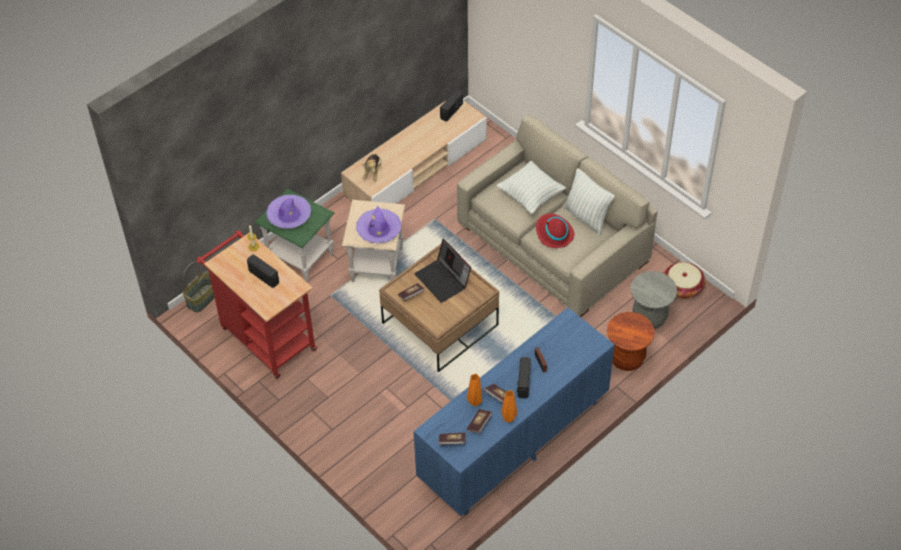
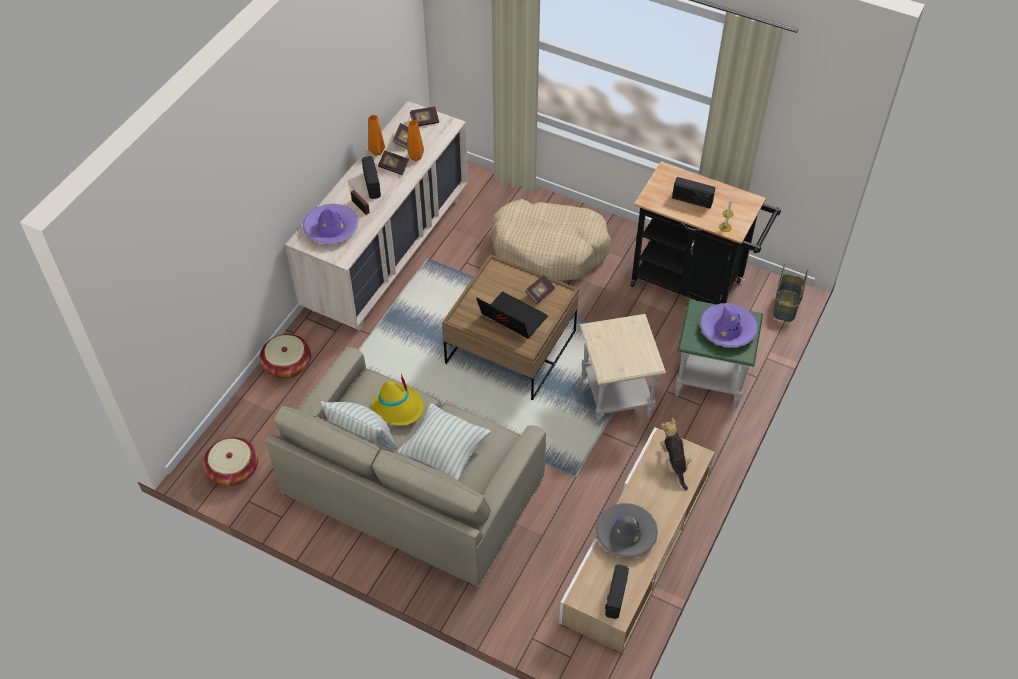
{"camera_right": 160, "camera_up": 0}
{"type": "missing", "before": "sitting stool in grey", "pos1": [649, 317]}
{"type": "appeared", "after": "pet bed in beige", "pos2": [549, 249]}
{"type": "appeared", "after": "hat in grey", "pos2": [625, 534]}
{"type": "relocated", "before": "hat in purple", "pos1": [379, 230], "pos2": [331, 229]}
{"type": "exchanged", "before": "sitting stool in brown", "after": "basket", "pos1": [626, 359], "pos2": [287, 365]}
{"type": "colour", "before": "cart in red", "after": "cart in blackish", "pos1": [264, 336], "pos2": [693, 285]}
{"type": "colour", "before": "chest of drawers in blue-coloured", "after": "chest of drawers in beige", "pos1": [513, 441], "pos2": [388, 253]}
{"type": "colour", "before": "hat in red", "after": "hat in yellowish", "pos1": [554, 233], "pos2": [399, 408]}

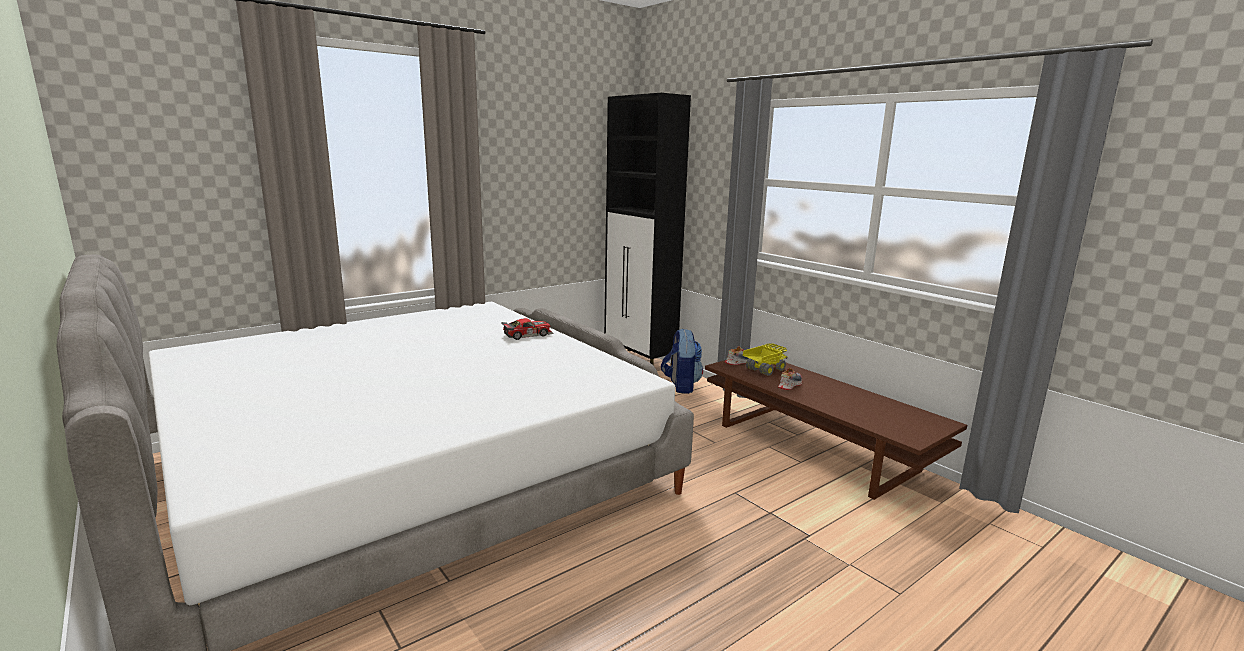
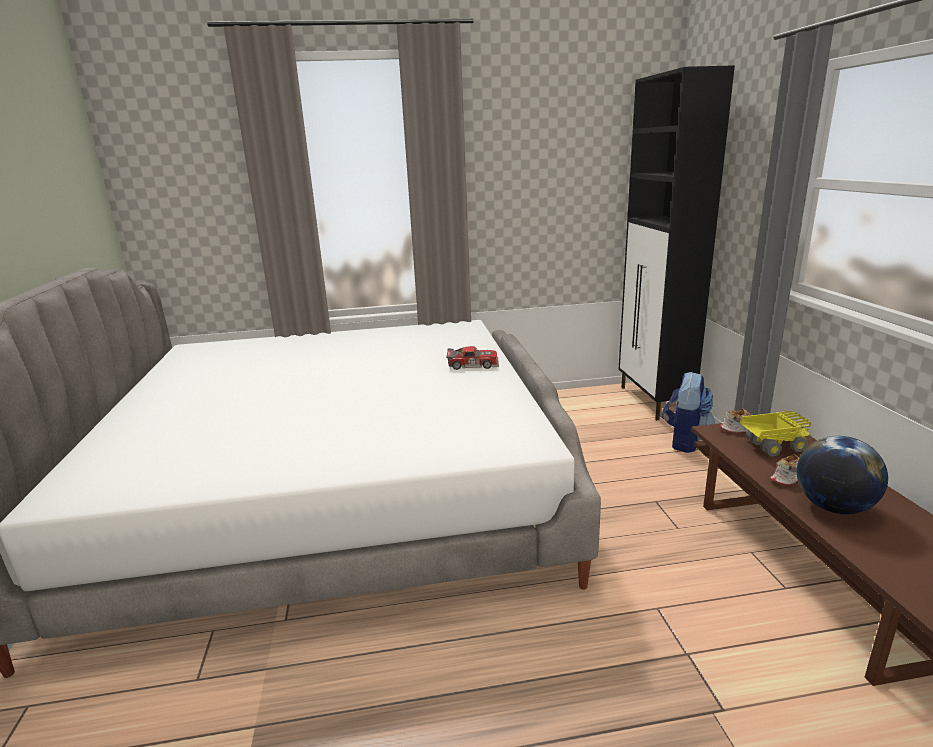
{"camera_right": 30, "camera_up": 5}
{"type": "appeared", "after": "world globe", "pos2": [833, 507]}

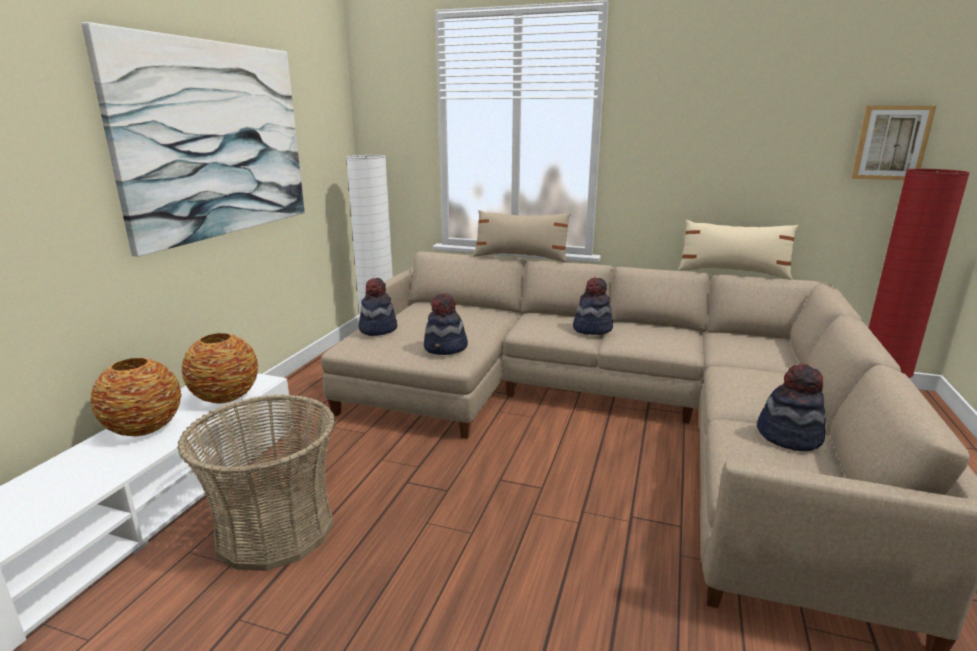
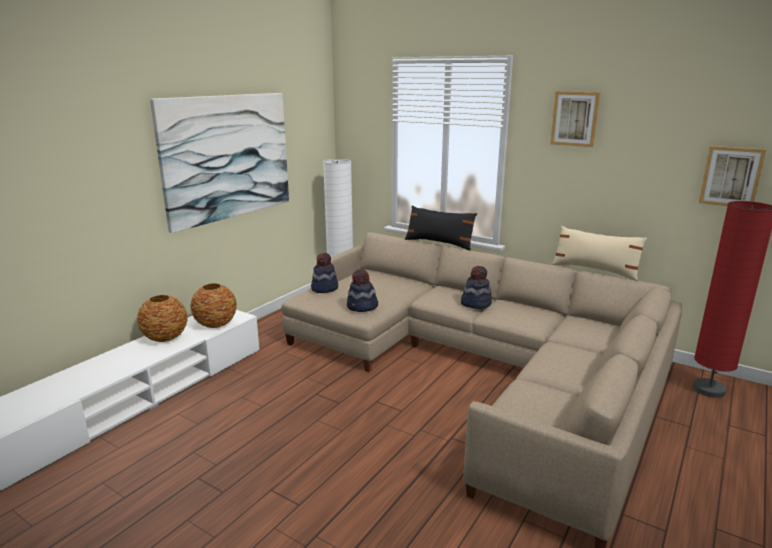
{"camera_right": 15, "camera_up": 0}
{"type": "missing", "before": "basket", "pos1": [275, 530]}
{"type": "missing", "before": "hat", "pos1": [789, 436]}
{"type": "appeared", "after": "picture", "pos2": [575, 119]}
{"type": "colour", "before": "throw pillow in beige", "after": "throw pillow in blackish", "pos1": [520, 257], "pos2": [439, 243]}

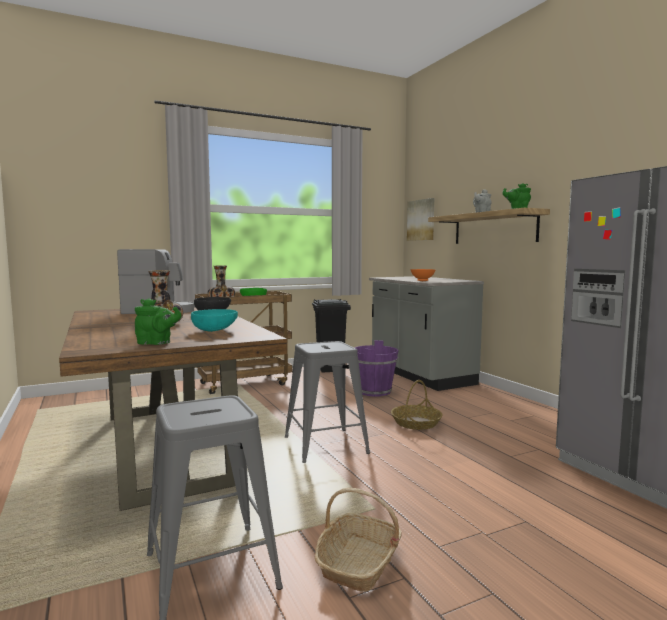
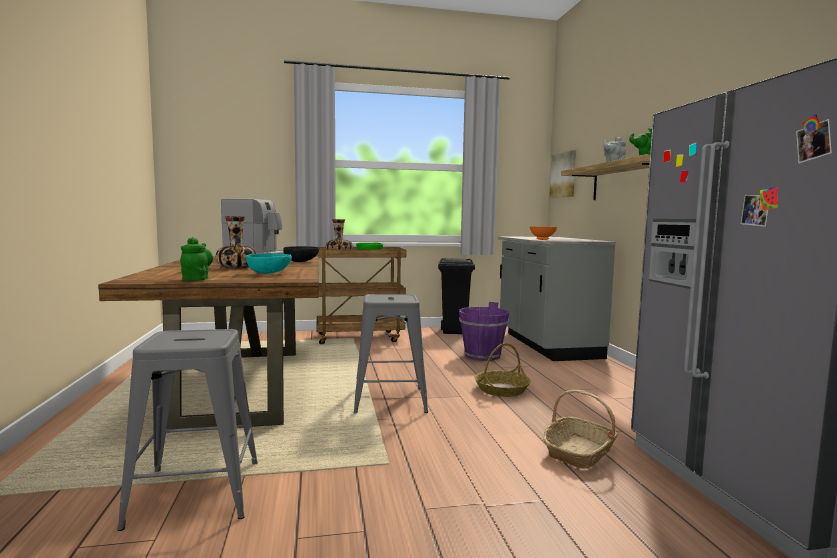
{"camera_right": 15, "camera_up": 0}
{"type": "relocated", "before": "basket", "pos1": [359, 563], "pos2": [579, 452]}
{"type": "spun", "before": "teapot in green-coloured", "pos1": [156, 343], "pos2": [196, 279], "turn": -120}

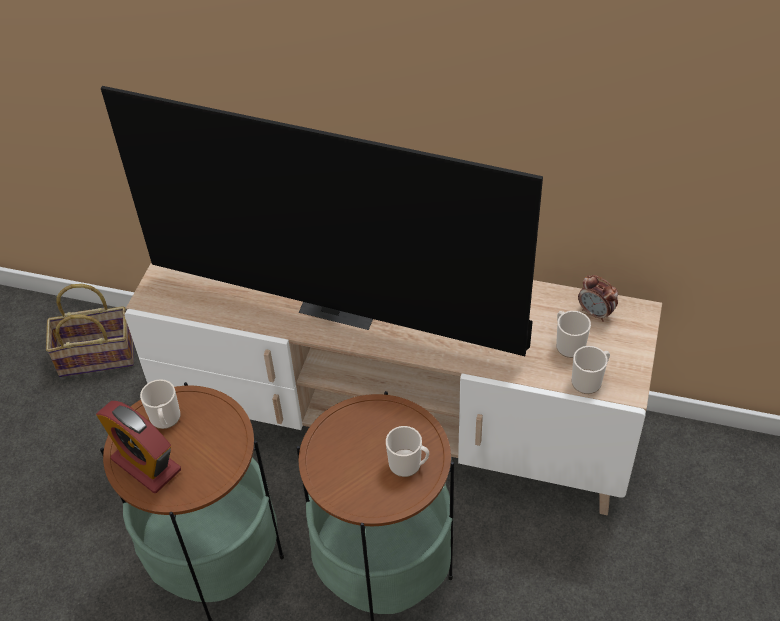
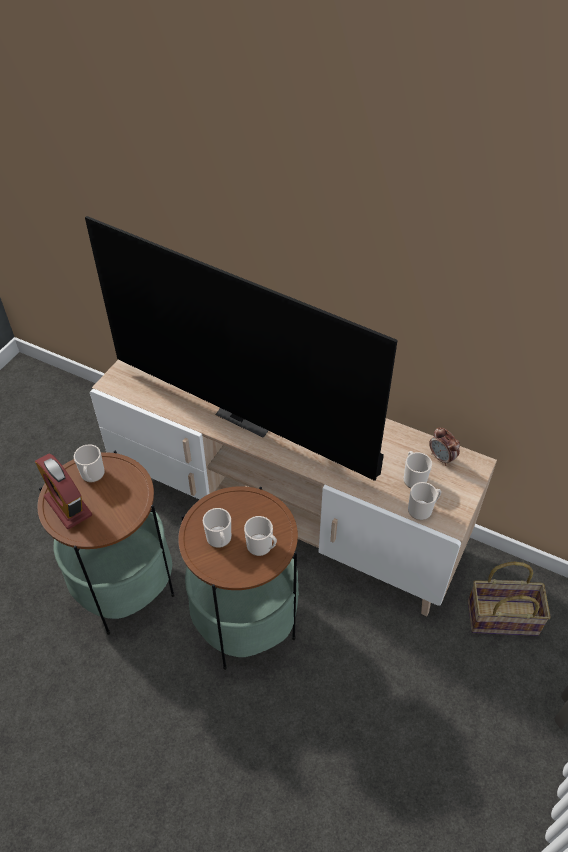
{"camera_right": 10, "camera_up": 0}
{"type": "appeared", "after": "tea mug", "pos2": [219, 540]}
{"type": "relocated", "before": "basket", "pos1": [98, 355], "pos2": [504, 616]}

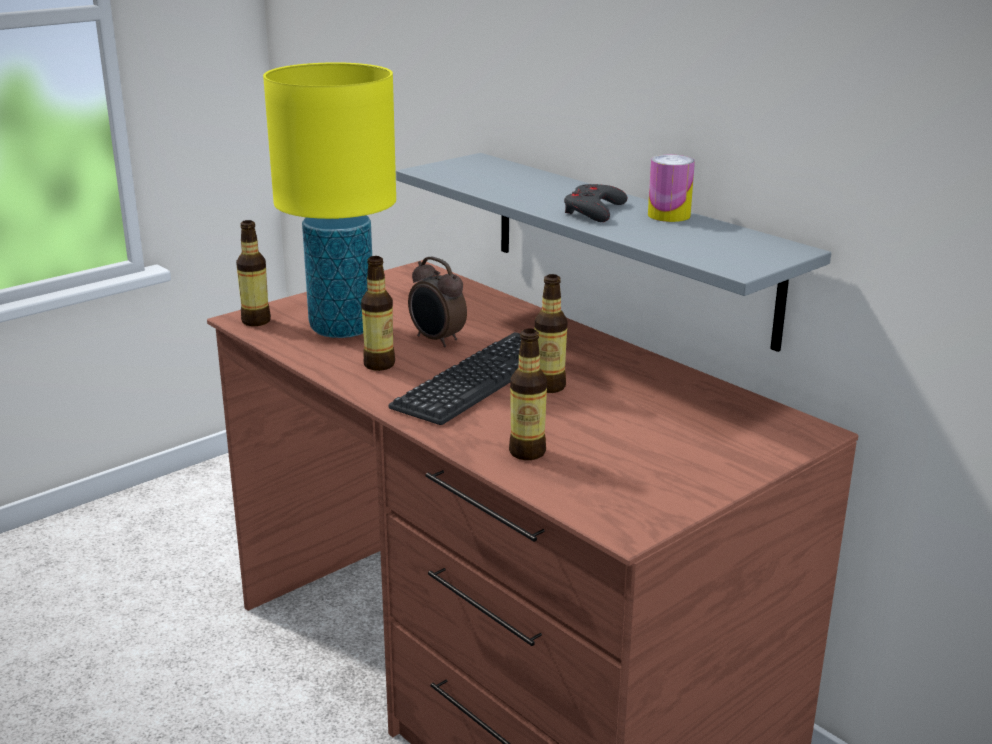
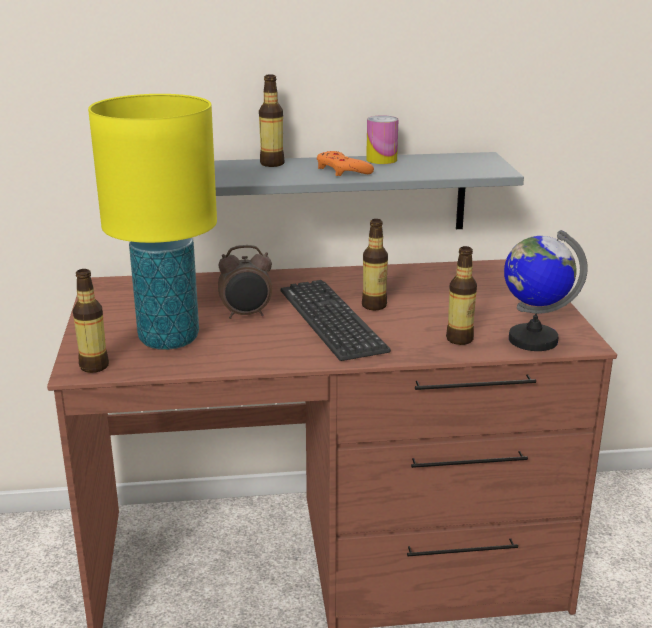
{"camera_right": -55, "camera_up": 0}
{"type": "appeared", "after": "world globe", "pos2": [532, 340]}
{"type": "relocated", "before": "bottle", "pos1": [379, 364], "pos2": [272, 164]}
{"type": "colour", "before": "game controller in grey", "after": "game controller in orange", "pos1": [594, 210], "pos2": [342, 170]}

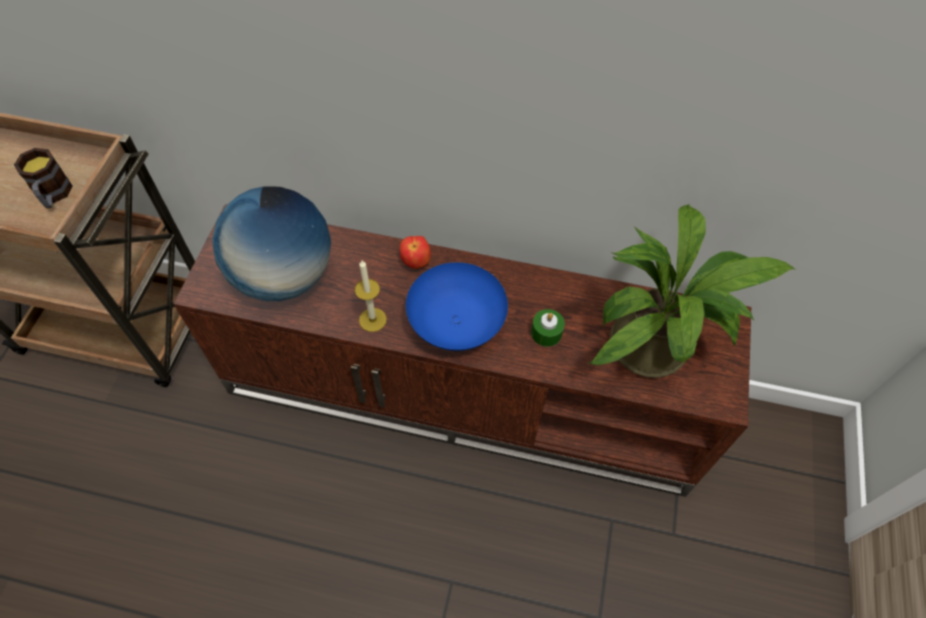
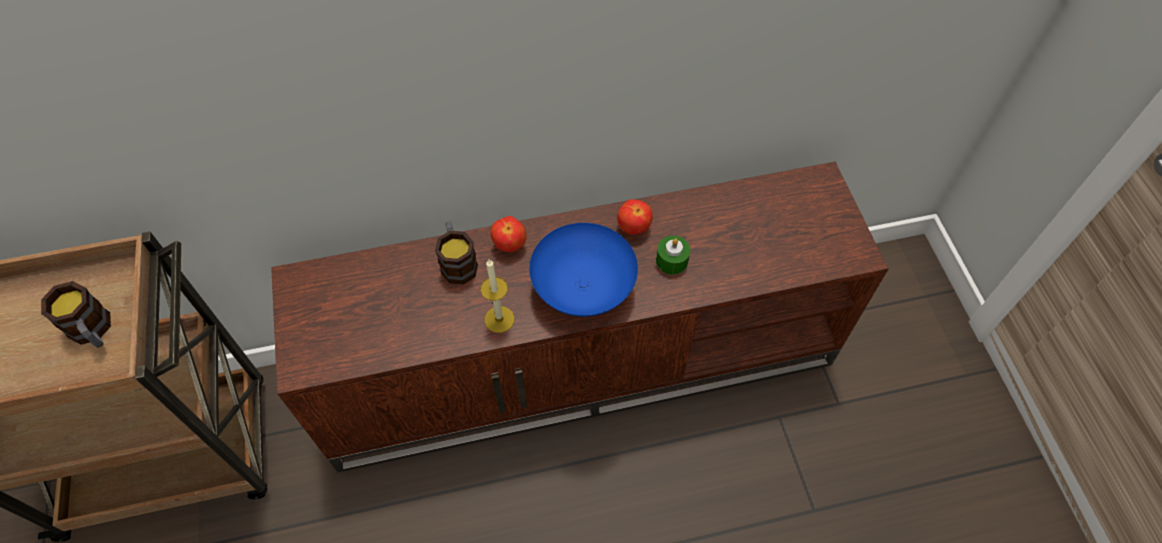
{"camera_right": -25, "camera_up": 0}
{"type": "missing", "before": "world globe", "pos1": [284, 276]}
{"type": "missing", "before": "houseplant", "pos1": [658, 347]}
{"type": "appeared", "after": "tea mug", "pos2": [457, 262]}
{"type": "appeared", "after": "whole apple", "pos2": [634, 228]}

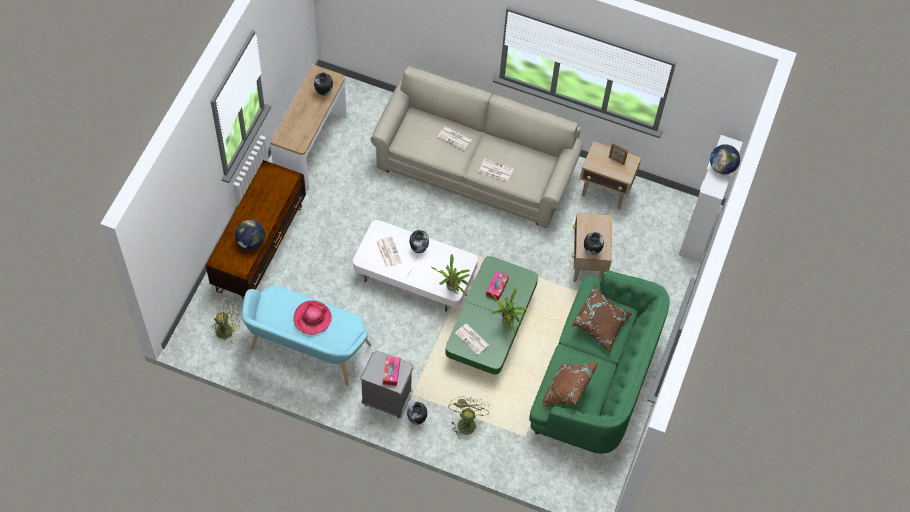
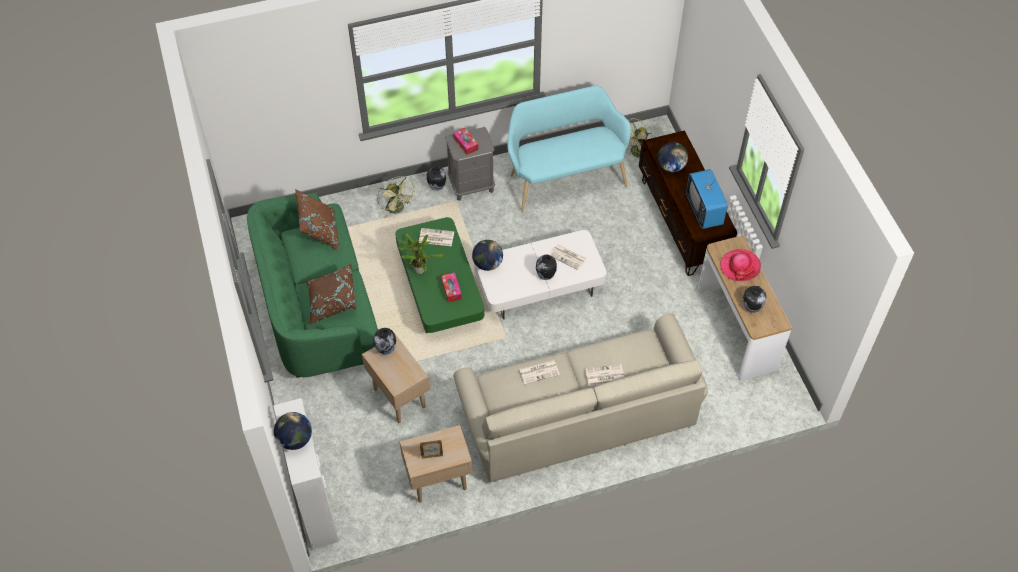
{"camera_right": 145, "camera_up": -5}
{"type": "appeared", "after": "TV set", "pos2": [704, 211]}
{"type": "relocated", "before": "hat", "pos1": [312, 318], "pos2": [740, 266]}
{"type": "exchanged", "before": "houseplant", "after": "world globe", "pos1": [452, 289], "pos2": [487, 264]}

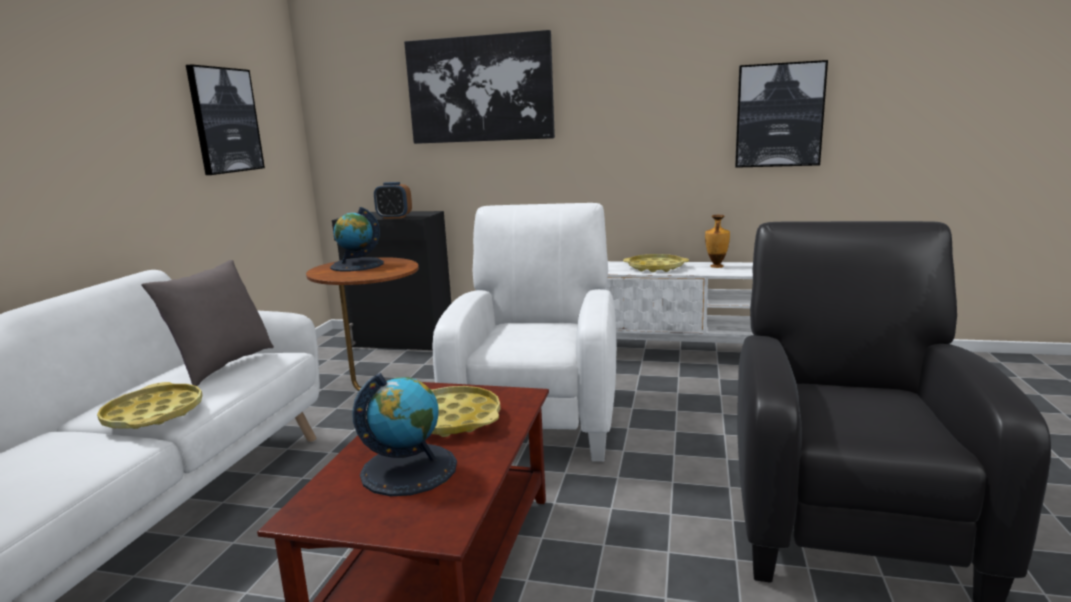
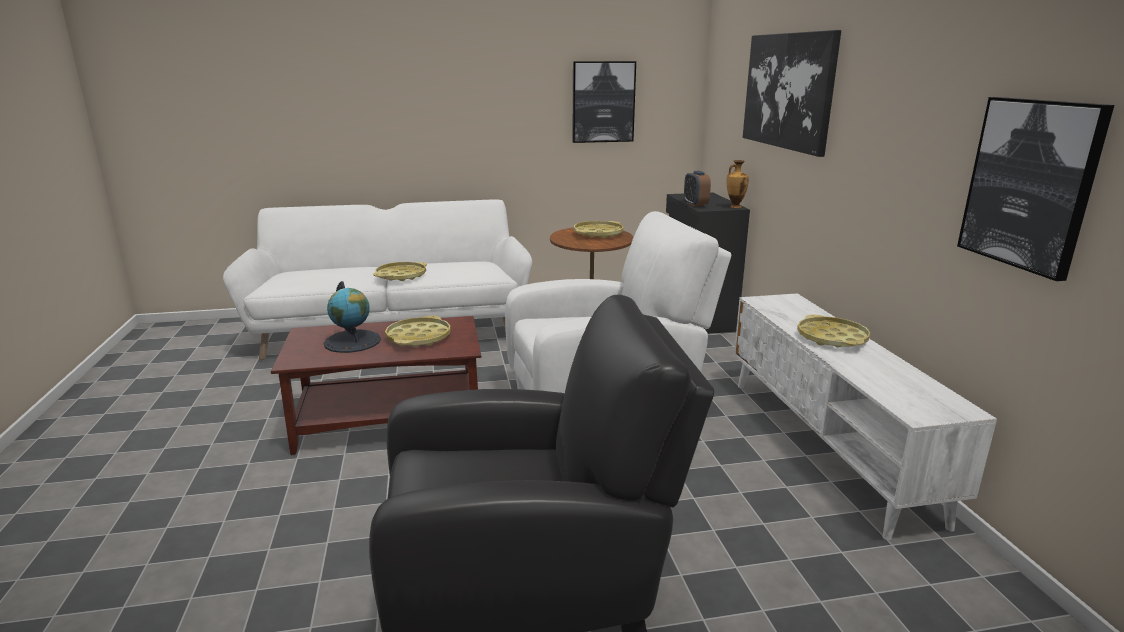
{"camera_right": 65, "camera_up": 5}
{"type": "missing", "before": "throw pillow in grey", "pos1": [222, 366]}
{"type": "relocated", "before": "vase", "pos1": [716, 266], "pos2": [735, 207]}
{"type": "exchanged", "before": "world globe", "after": "tray in yellowish", "pos1": [357, 265], "pos2": [598, 234]}

